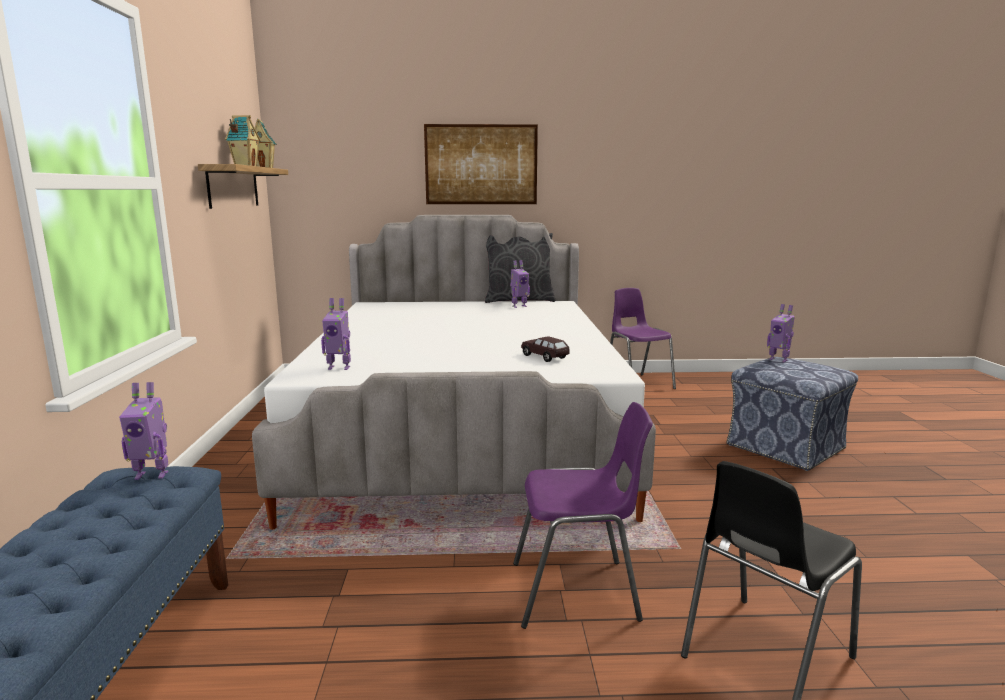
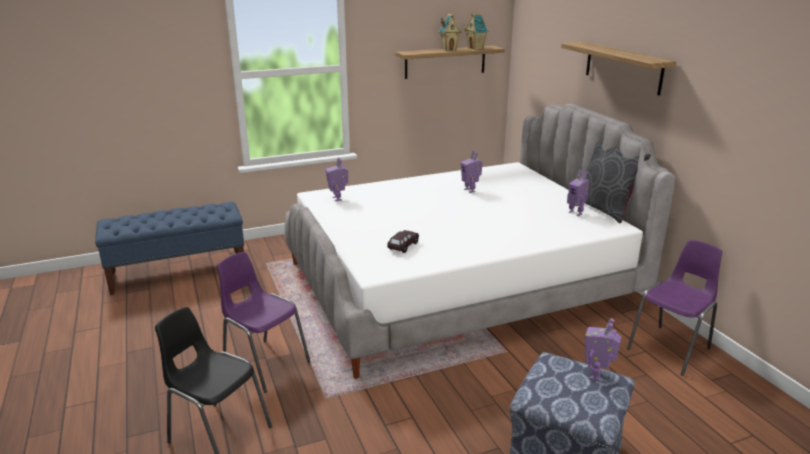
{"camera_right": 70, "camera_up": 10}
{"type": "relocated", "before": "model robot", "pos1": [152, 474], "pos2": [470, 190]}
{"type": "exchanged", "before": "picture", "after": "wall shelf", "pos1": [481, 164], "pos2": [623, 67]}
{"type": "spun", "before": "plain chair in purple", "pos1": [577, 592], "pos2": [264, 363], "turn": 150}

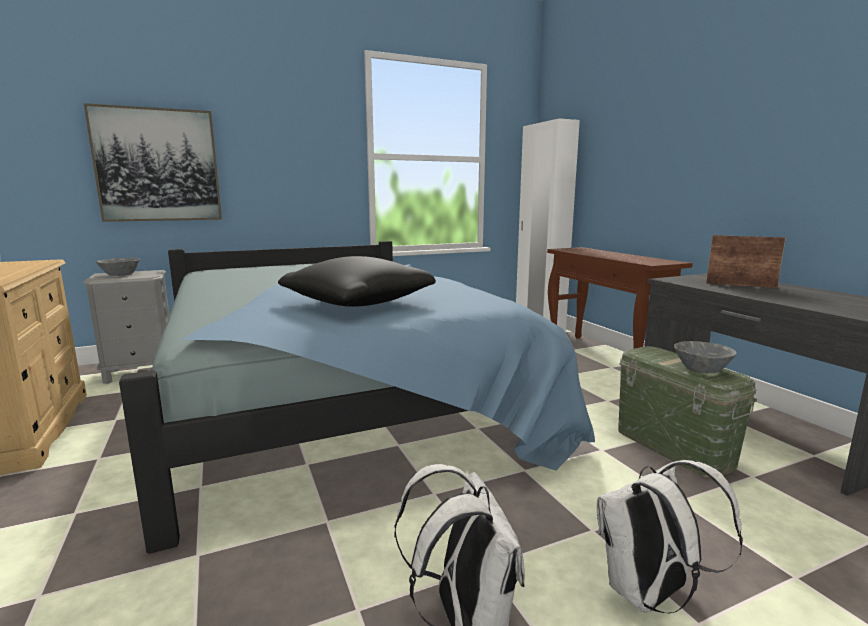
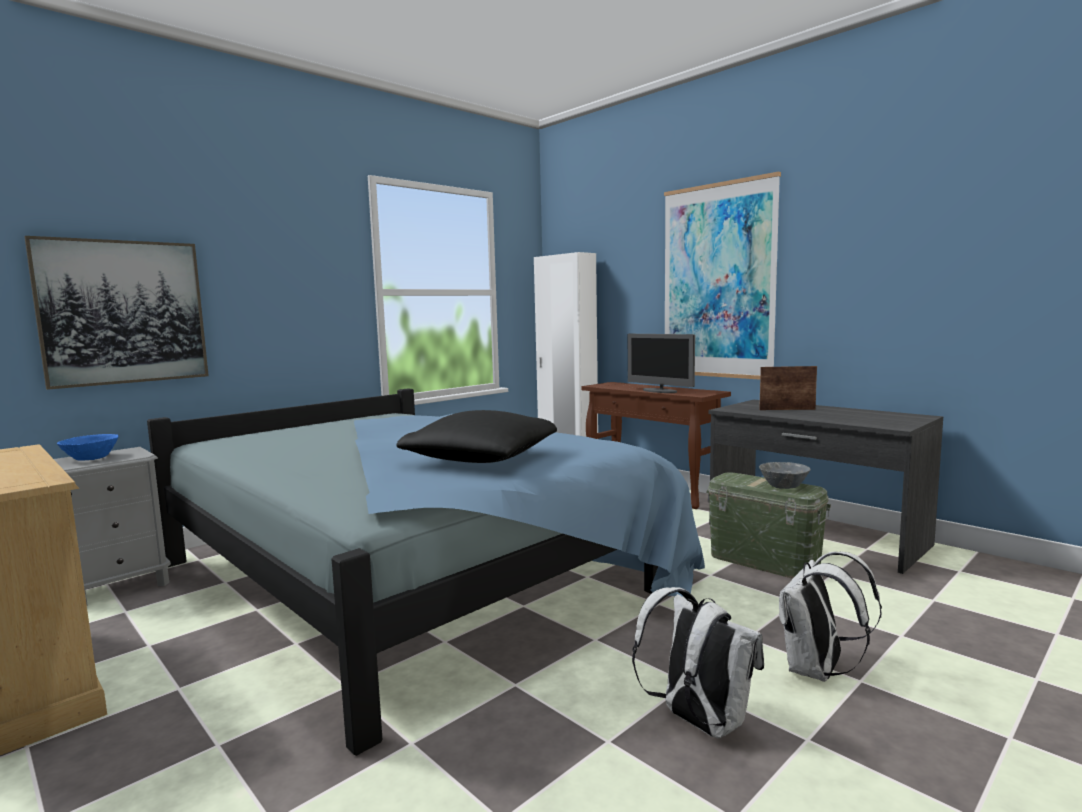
{"camera_right": -20, "camera_up": -5}
{"type": "appeared", "after": "computer screen", "pos2": [660, 391]}
{"type": "appeared", "after": "picture", "pos2": [718, 281]}
{"type": "colour", "before": "serving bowl in grey", "after": "serving bowl in blue-coloured", "pos1": [120, 274], "pos2": [90, 458]}

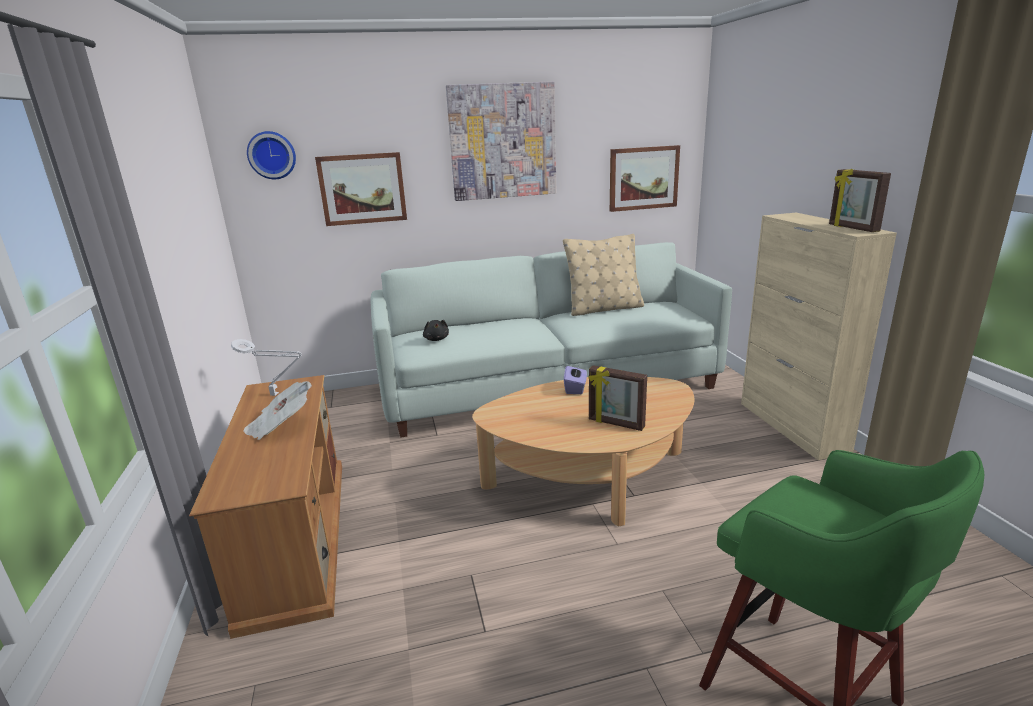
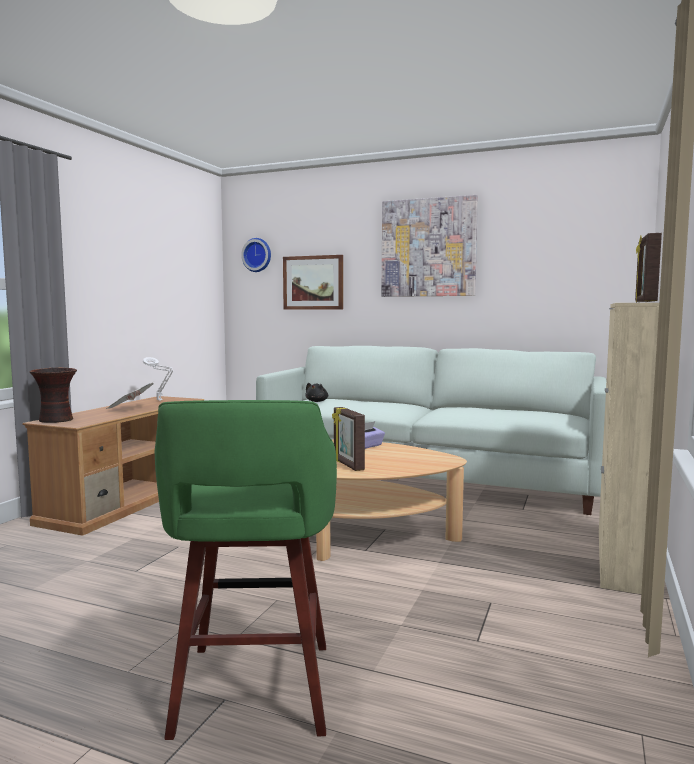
{"camera_right": 35, "camera_up": -15}
{"type": "missing", "before": "throw pillow in beige", "pos1": [604, 309]}
{"type": "missing", "before": "picture", "pos1": [643, 178]}
{"type": "appeared", "after": "vase", "pos2": [56, 420]}

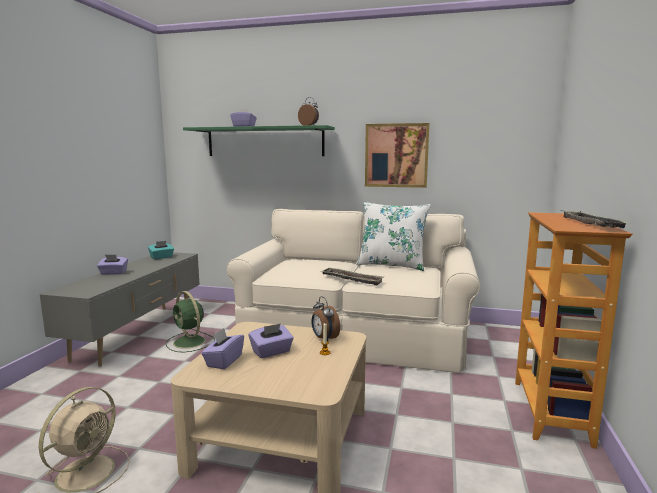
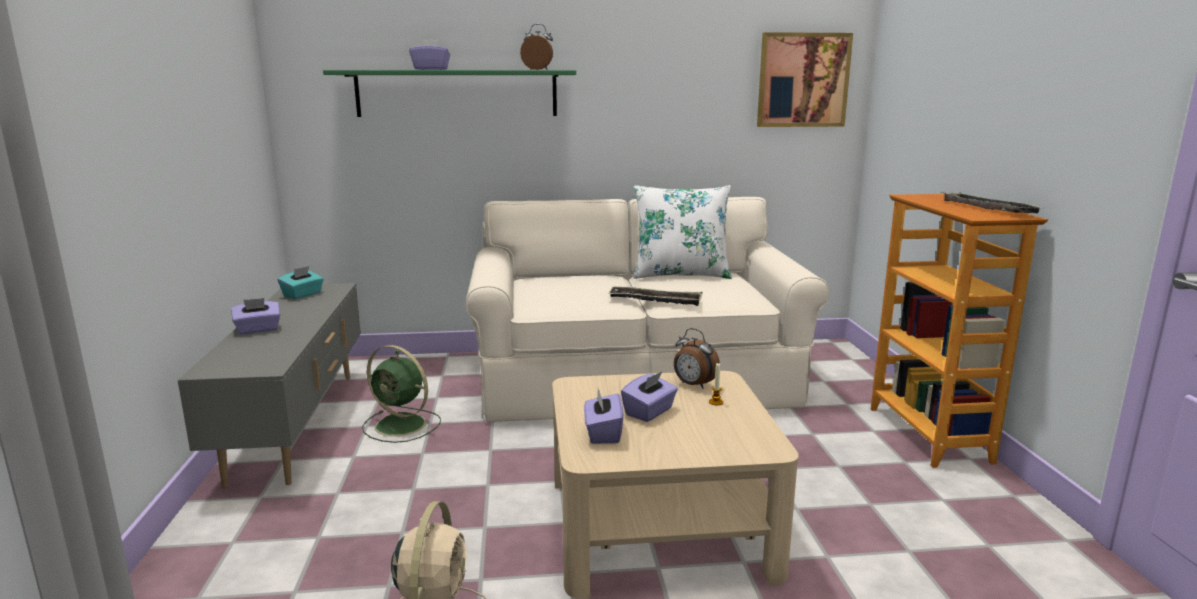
{"camera_right": -20, "camera_up": 5}
{"type": "relocated", "before": "picture", "pos1": [396, 155], "pos2": [803, 80]}

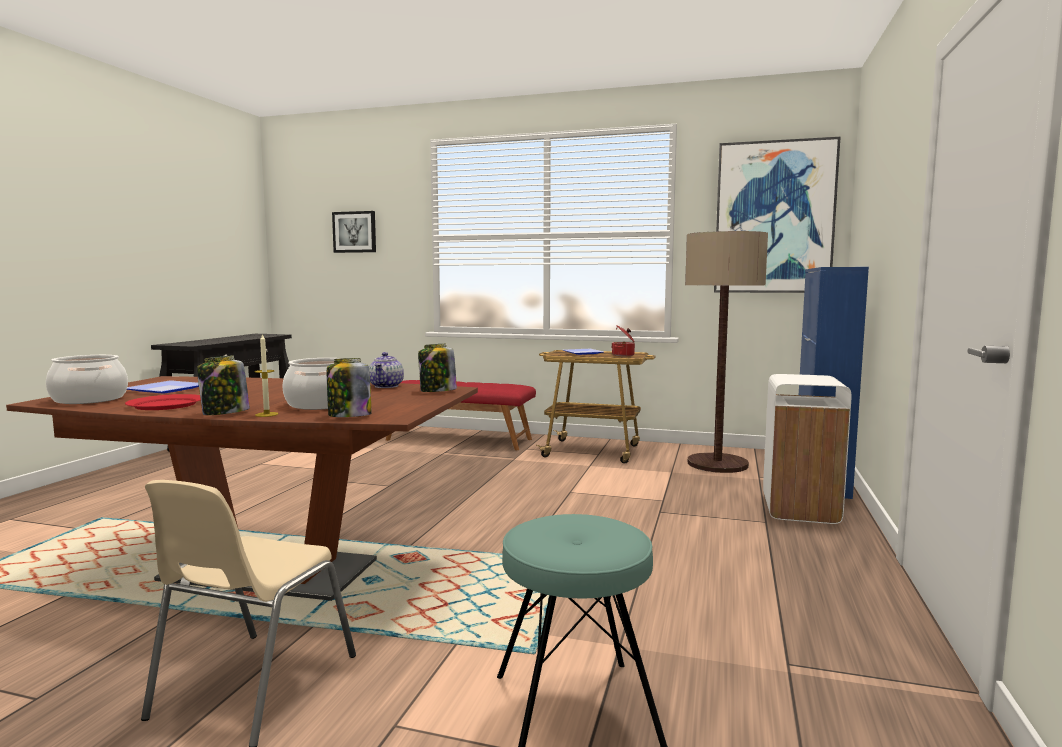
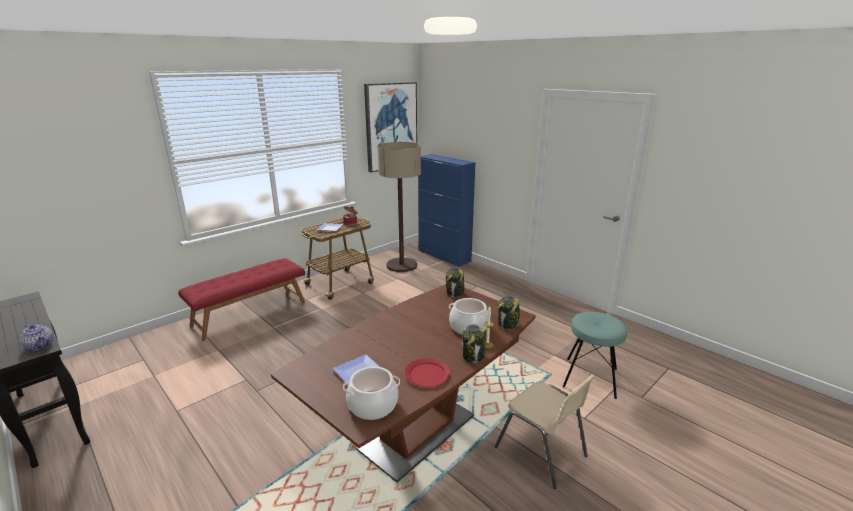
{"camera_right": -60, "camera_up": 15}
{"type": "missing", "before": "picture", "pos1": [354, 232]}
{"type": "missing", "before": "rubbish bin in white", "pos1": [799, 509]}
{"type": "relocated", "before": "teapot", "pos1": [386, 386], "pos2": [40, 345]}

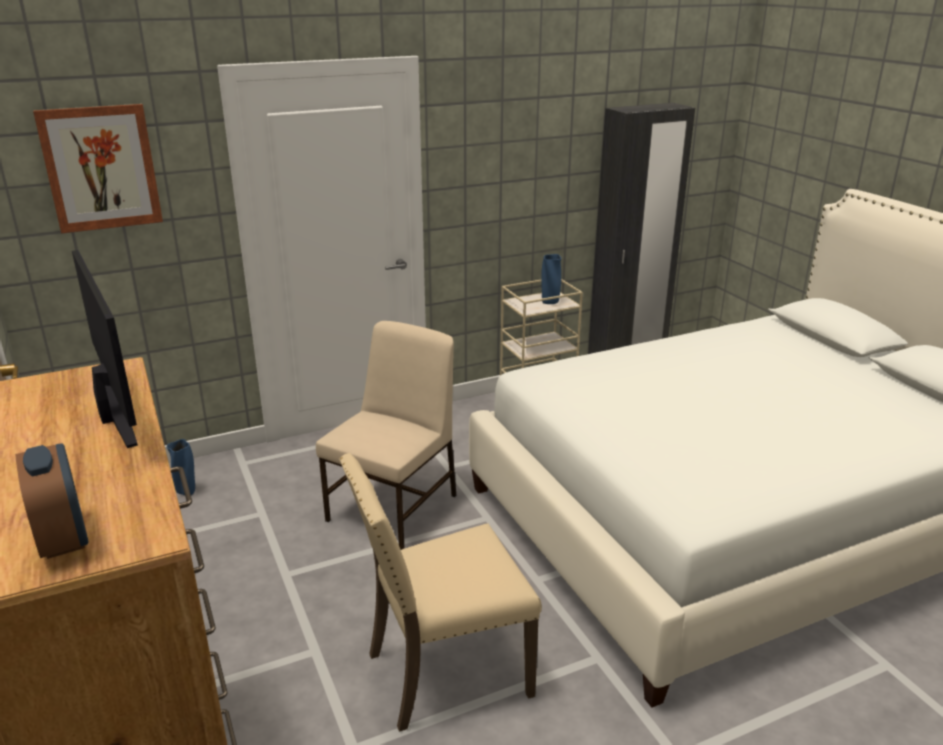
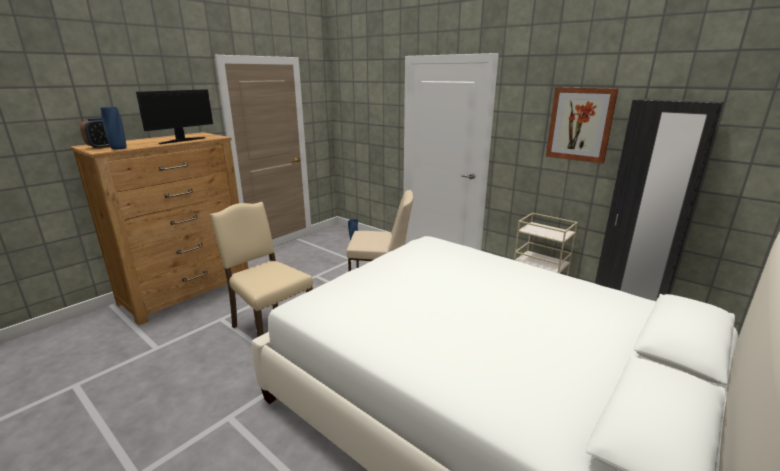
{"camera_right": 65, "camera_up": -5}
{"type": "relocated", "before": "picture", "pos1": [101, 168], "pos2": [580, 124]}
{"type": "relocated", "before": "vase in blue-coloured", "pos1": [550, 302], "pos2": [118, 148]}

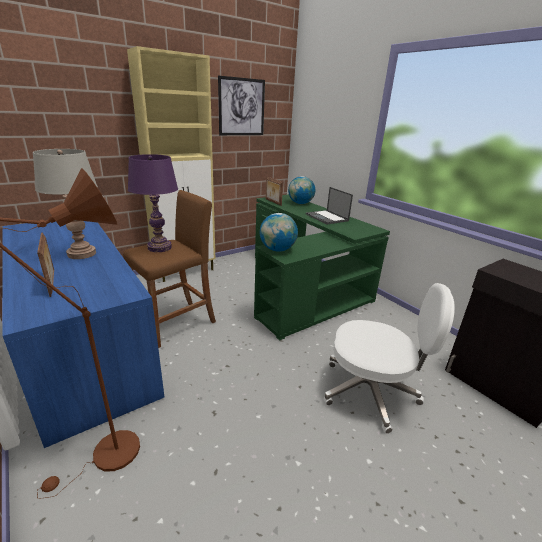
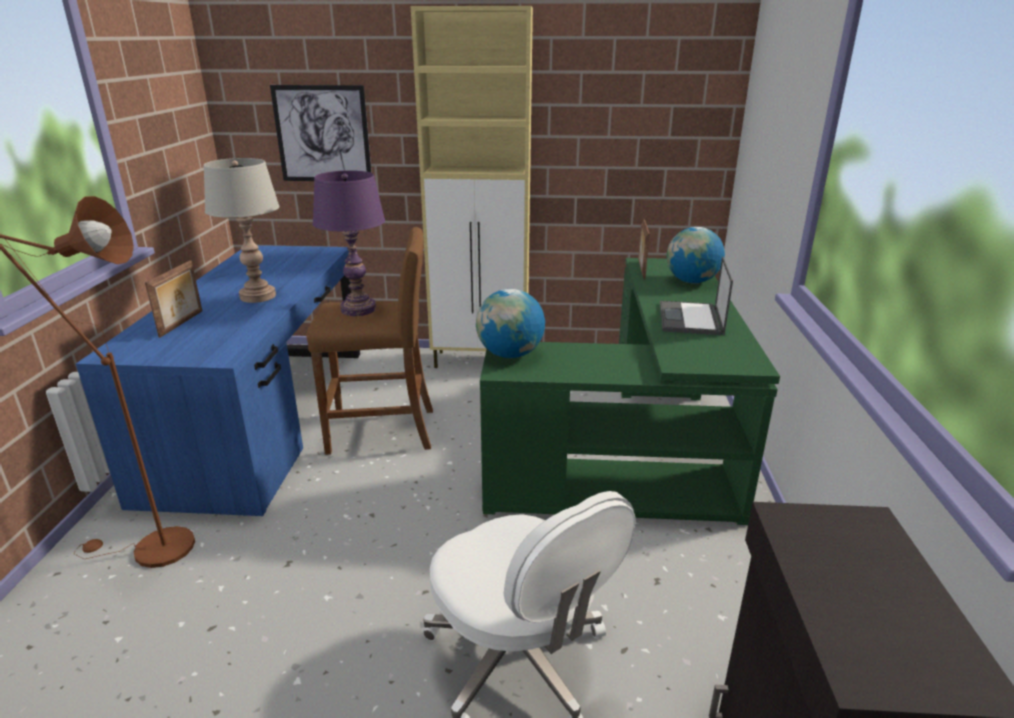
{"camera_right": 40, "camera_up": 0}
{"type": "relocated", "before": "picture", "pos1": [241, 107], "pos2": [322, 134]}

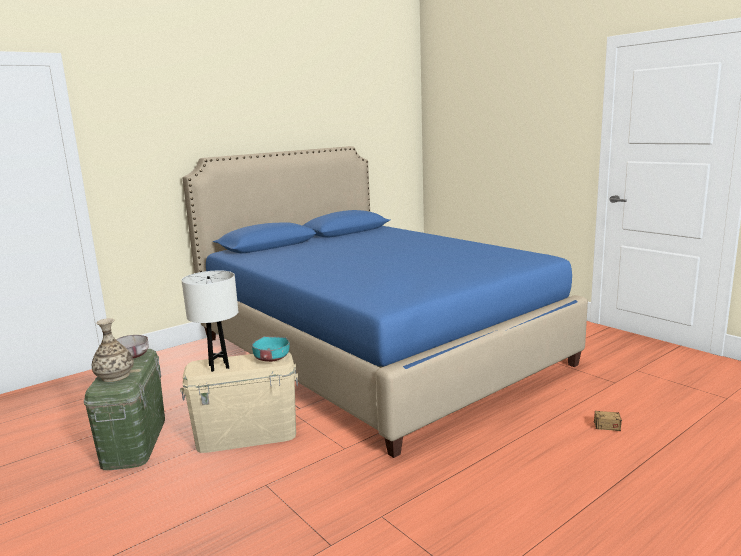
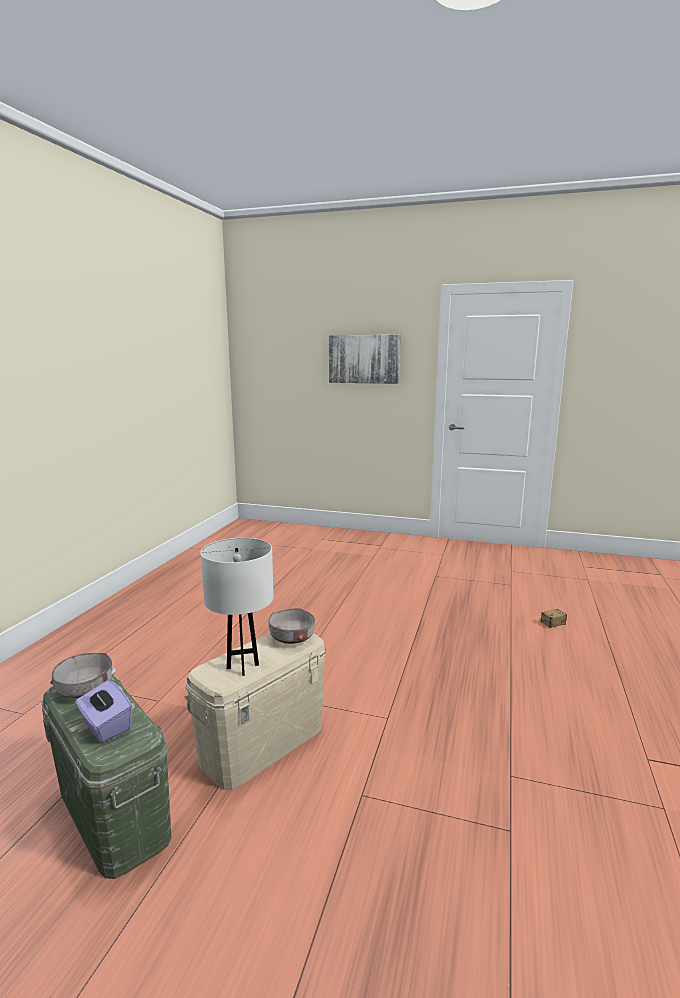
{"camera_right": -35, "camera_up": 0}
{"type": "missing", "before": "sleeping bed in blue-coloured", "pos1": [375, 351]}
{"type": "appeared", "after": "picture", "pos2": [364, 359]}
{"type": "exchanged", "before": "vase", "after": "tissue holder in purple", "pos1": [115, 376], "pos2": [105, 726]}
{"type": "colour", "before": "serving bowl in blue-green", "after": "serving bowl in grey", "pos1": [271, 359], "pos2": [292, 638]}

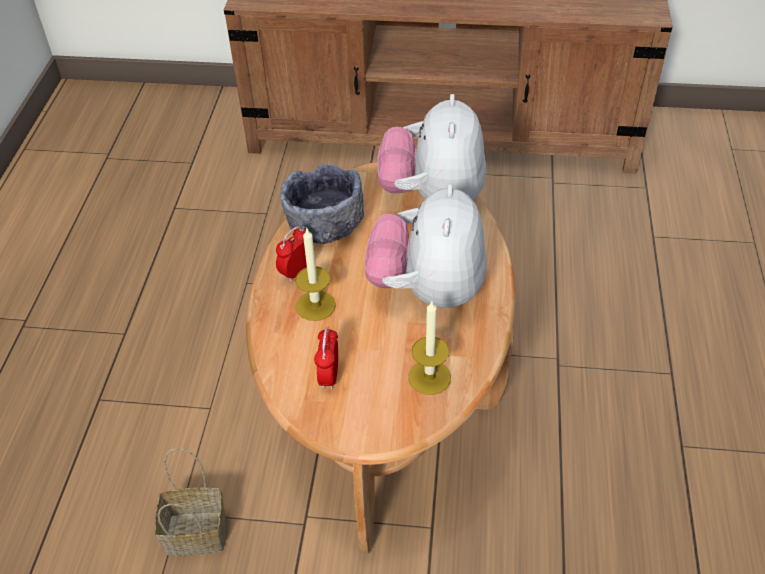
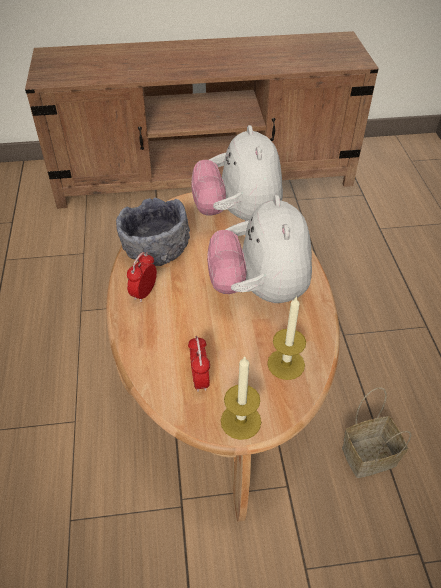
{"camera_right": -15, "camera_up": 0}
{"type": "relocated", "before": "basket", "pos1": [194, 535], "pos2": [368, 457]}
{"type": "relocated", "before": "candle", "pos1": [315, 305], "pos2": [240, 421]}

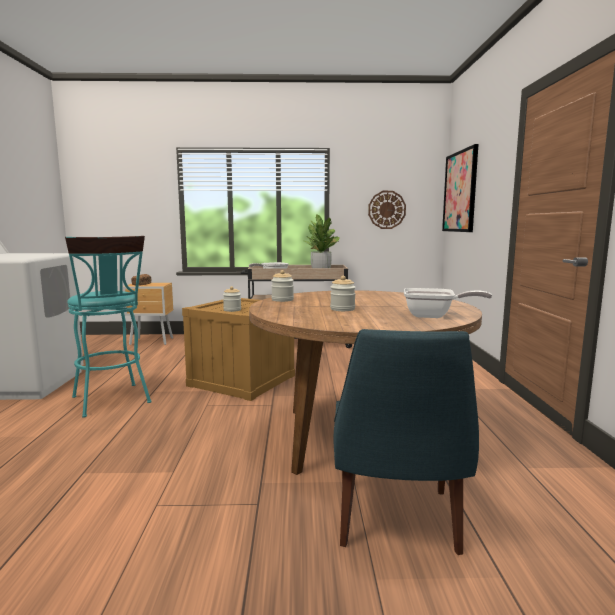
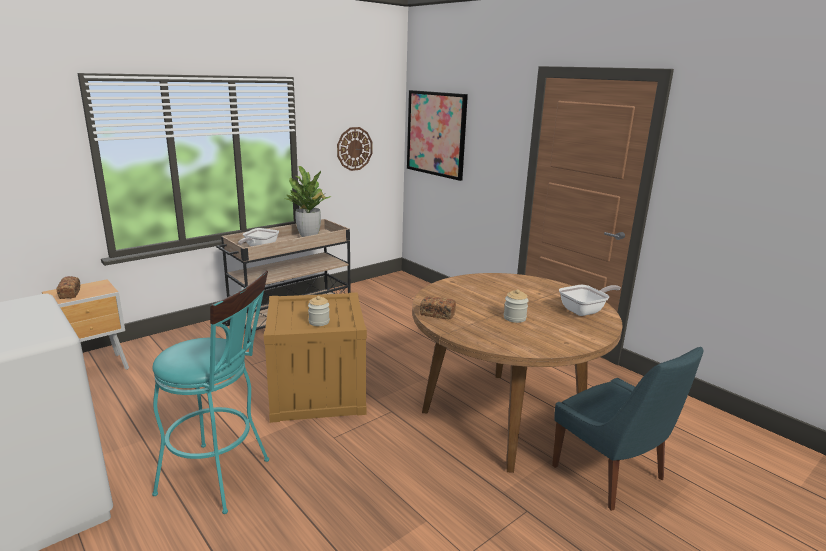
{"camera_right": -40, "camera_up": 10}
{"type": "exchanged", "before": "storage jar", "after": "bakery bread", "pos1": [282, 300], "pos2": [437, 314]}

